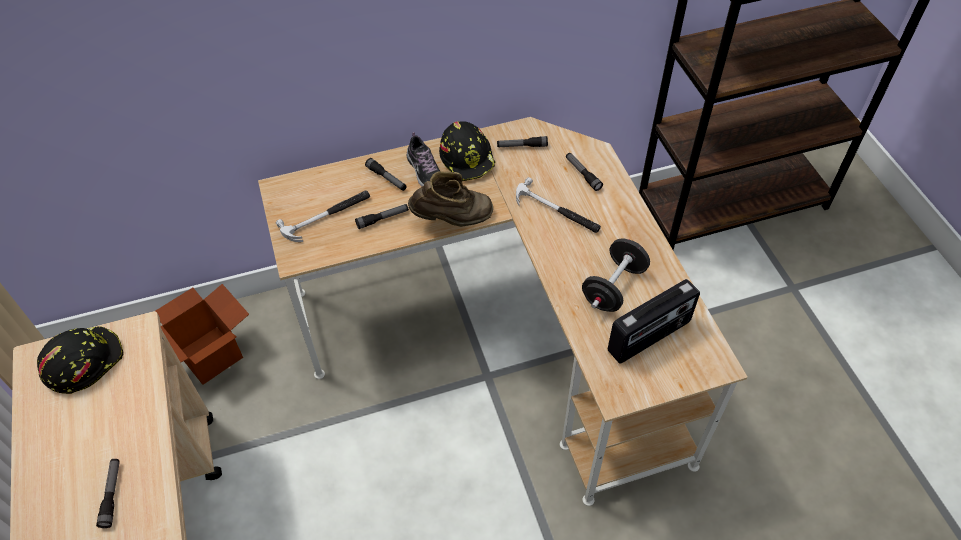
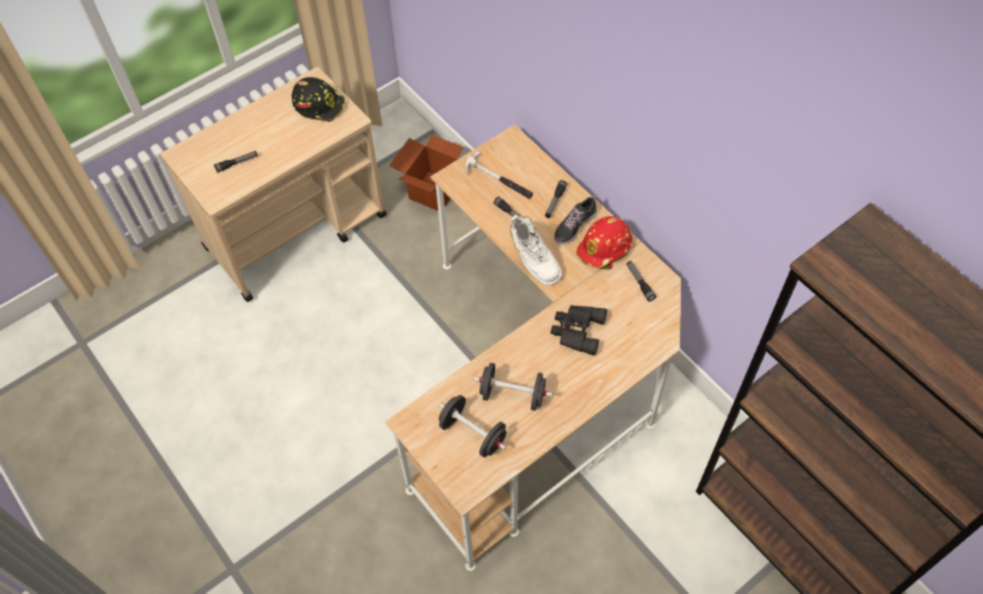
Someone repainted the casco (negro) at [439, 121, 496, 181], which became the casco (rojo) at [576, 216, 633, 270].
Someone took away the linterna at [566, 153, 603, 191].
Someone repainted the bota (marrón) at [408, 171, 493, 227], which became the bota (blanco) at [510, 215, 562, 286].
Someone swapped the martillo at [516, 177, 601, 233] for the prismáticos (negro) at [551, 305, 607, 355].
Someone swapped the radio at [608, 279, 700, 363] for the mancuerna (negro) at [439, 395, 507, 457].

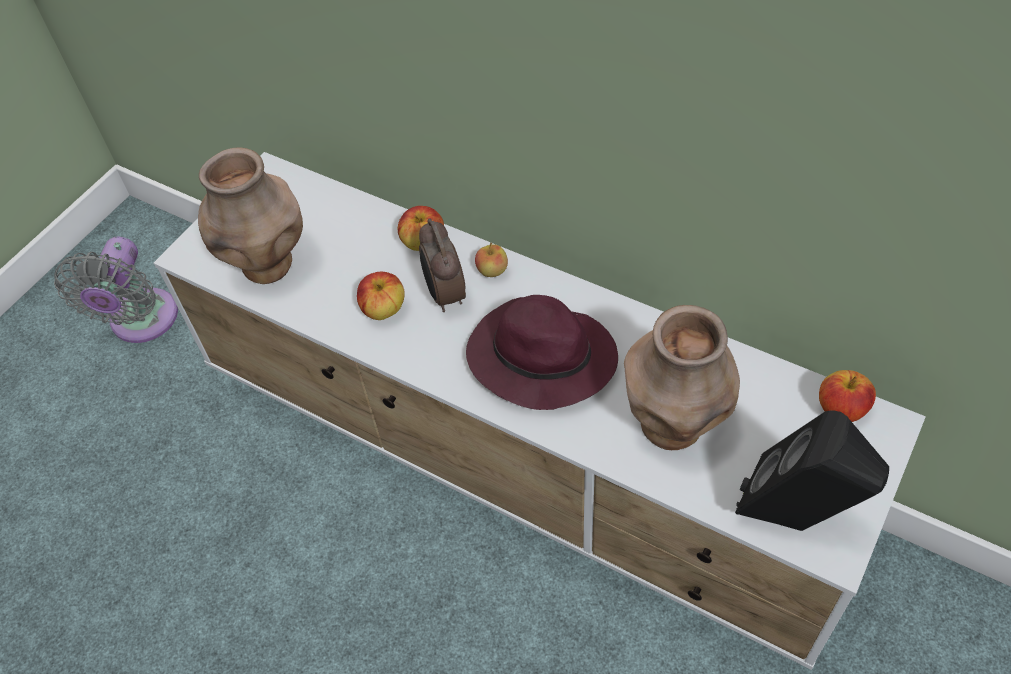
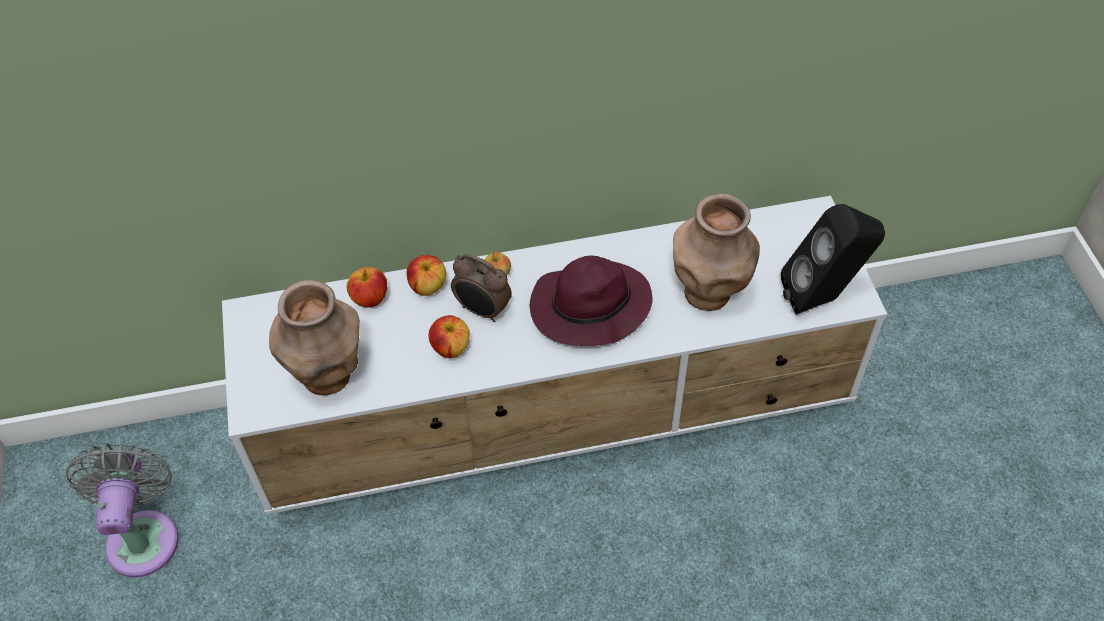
Someone rotated the ventilador (gris) at [54, 237, 178, 343] by 150 degrees counterclockwise.
Someone carried the manzana from [819, 370, 876, 422] to [347, 267, 387, 308].

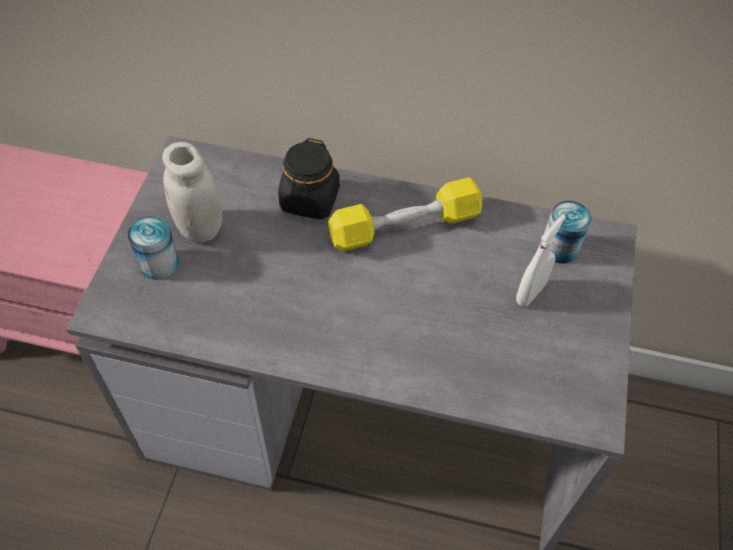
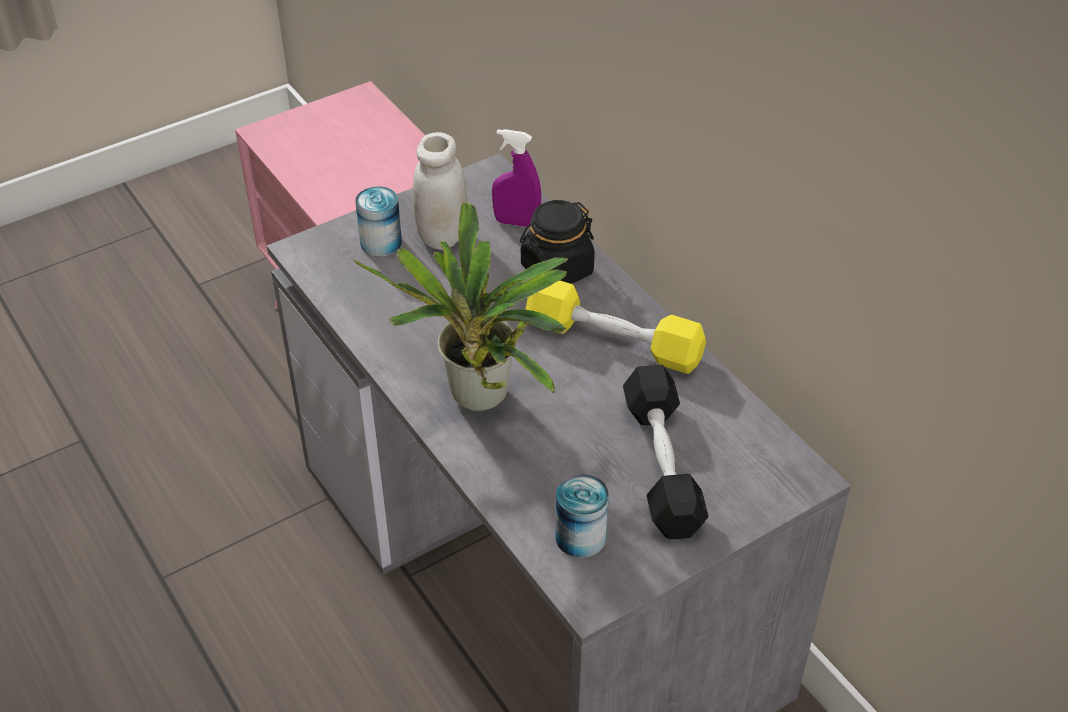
Someone carried the lata from [541, 201, 591, 264] to [555, 474, 609, 558].
Someone swapped the pulverizador (blanco) at [516, 215, 566, 306] for the mancuerna (negro) at [623, 365, 708, 540].
Someone put down the pulverizador (morado) at [492, 129, 541, 227].
Someone put down the planta en maceta at [352, 202, 568, 411].

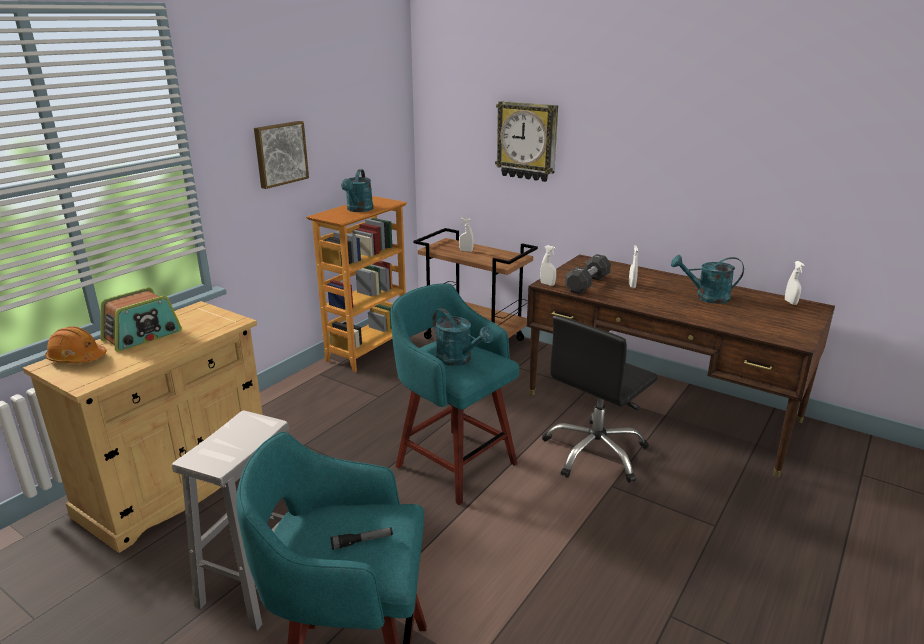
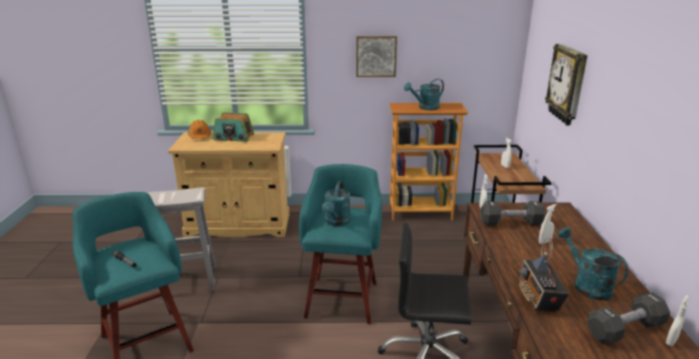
Someone put down the radio at [519, 238, 569, 312].
Someone put down the mancuerna (negro) at [587, 293, 670, 344].

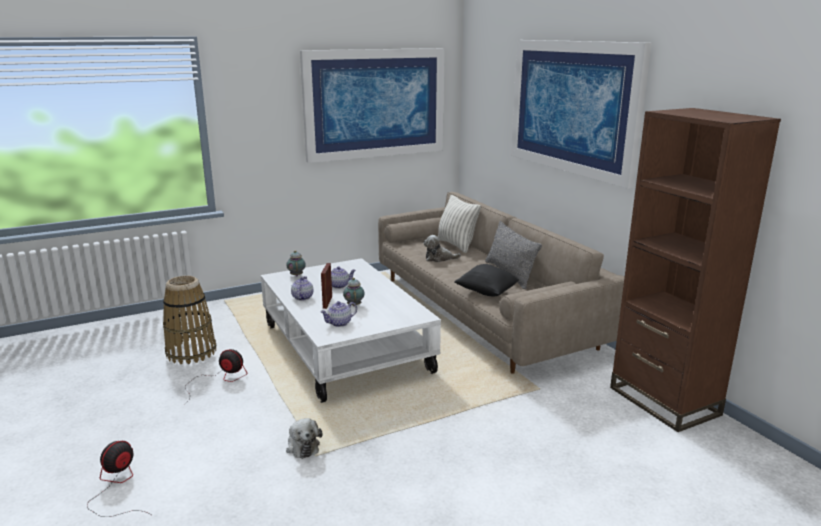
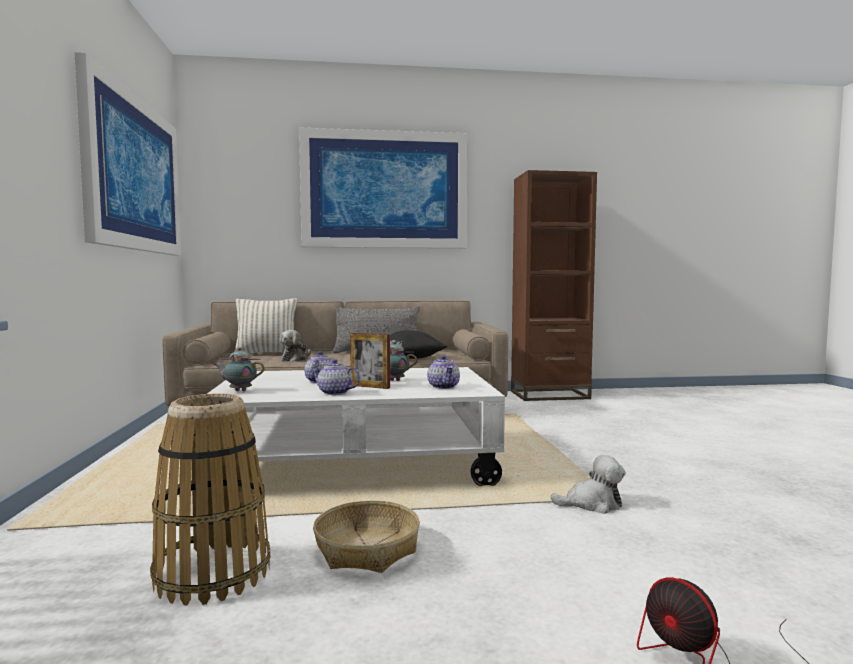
Someone swapped the ventilador at [184, 349, 247, 405] for the cesta at [313, 500, 420, 573].

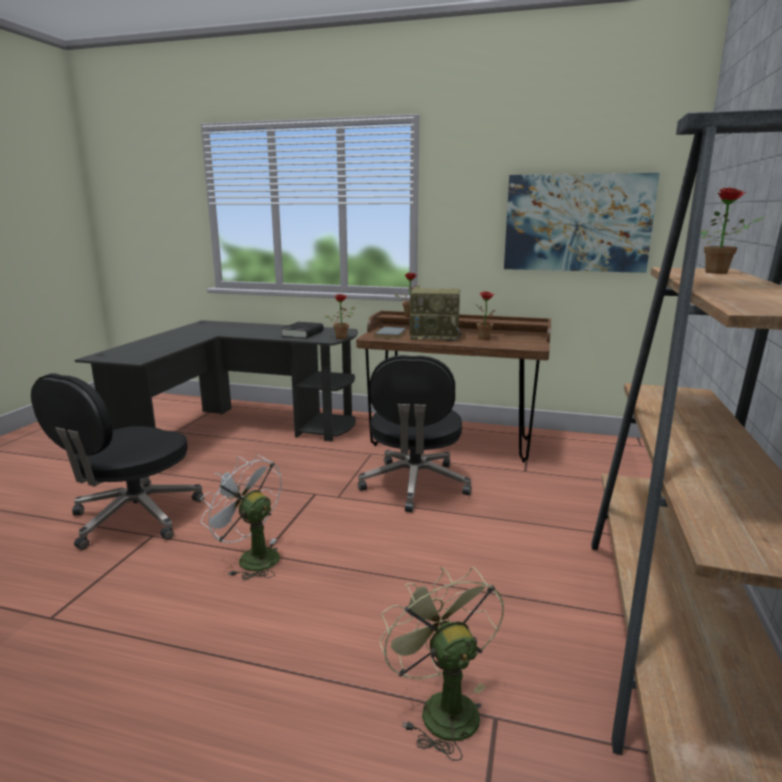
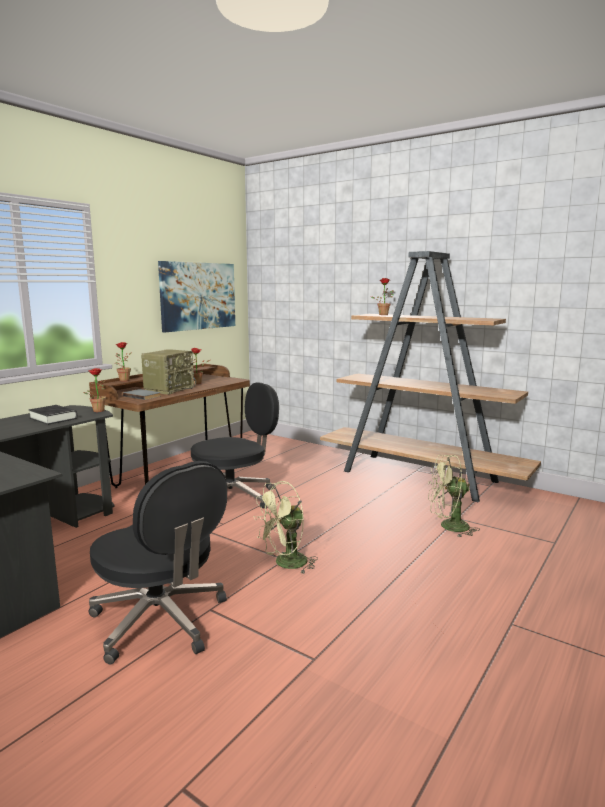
Someone rotated the silla de oficina (negro) at [358, 355, 472, 513] by 60 degrees counterclockwise.
Someone repainted the ventilador (blanco) at [200, 455, 281, 580], which became the ventilador (verde) at [253, 481, 318, 575].

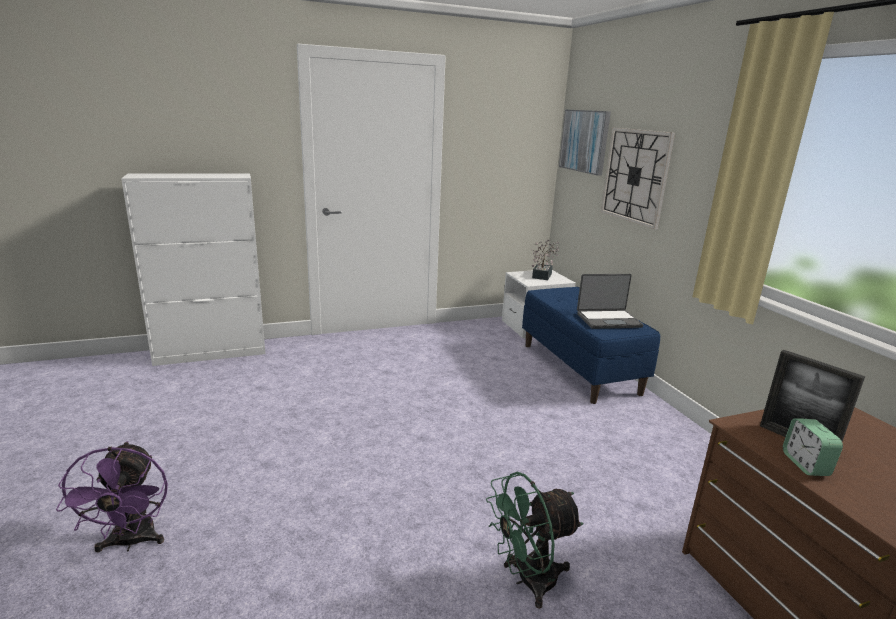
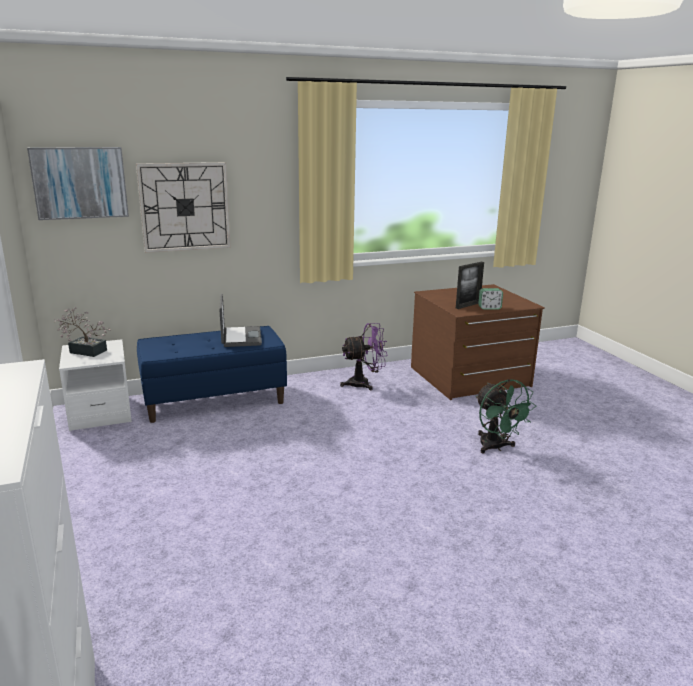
Someone carried the ventilador (morado) from [56, 441, 168, 552] to [340, 323, 388, 390].

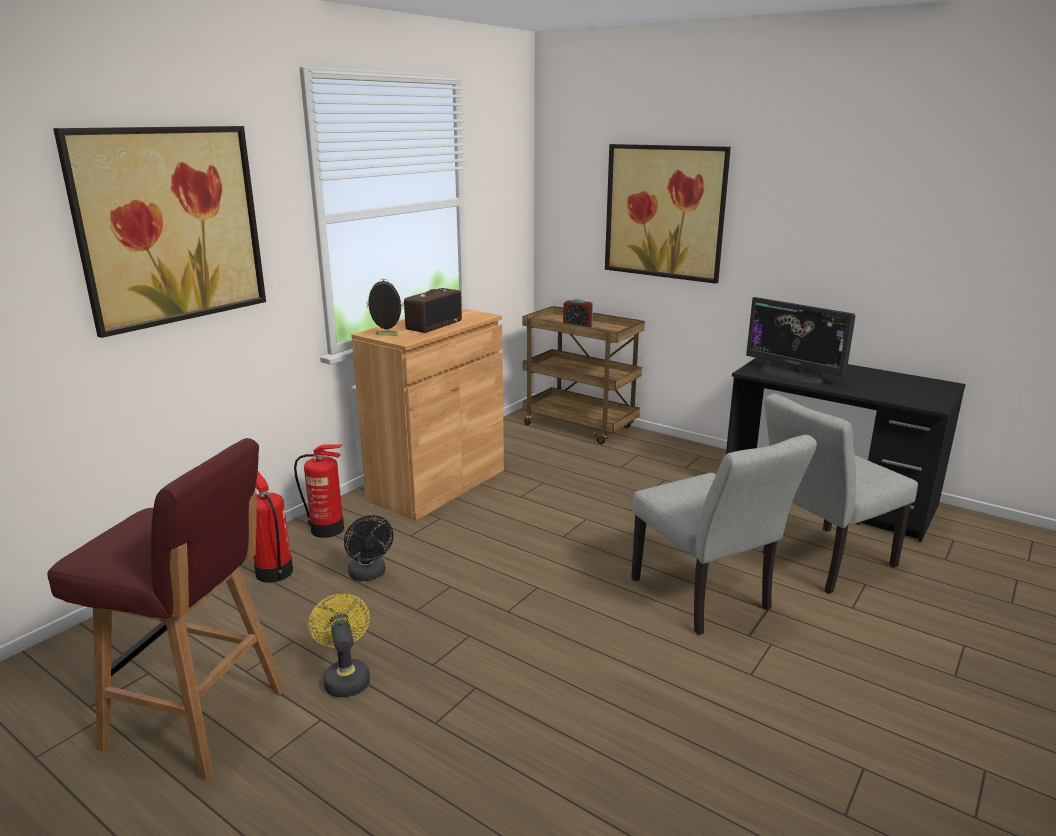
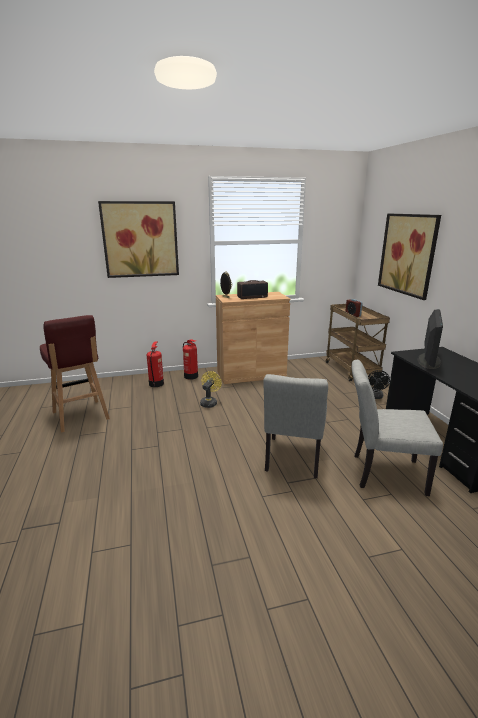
Someone rotated the monitor at [746, 297, 856, 383] by 150 degrees counterclockwise.
Someone carried the ventilador (negro) from [344, 515, 393, 581] to [368, 370, 390, 399].
Someone carried the ventilador (amarillo) from [308, 594, 370, 697] to [200, 371, 222, 408].

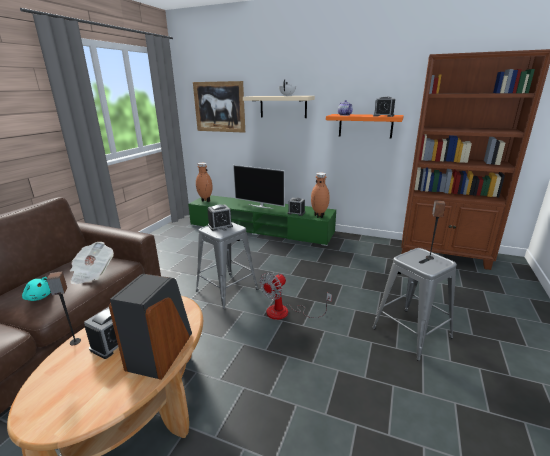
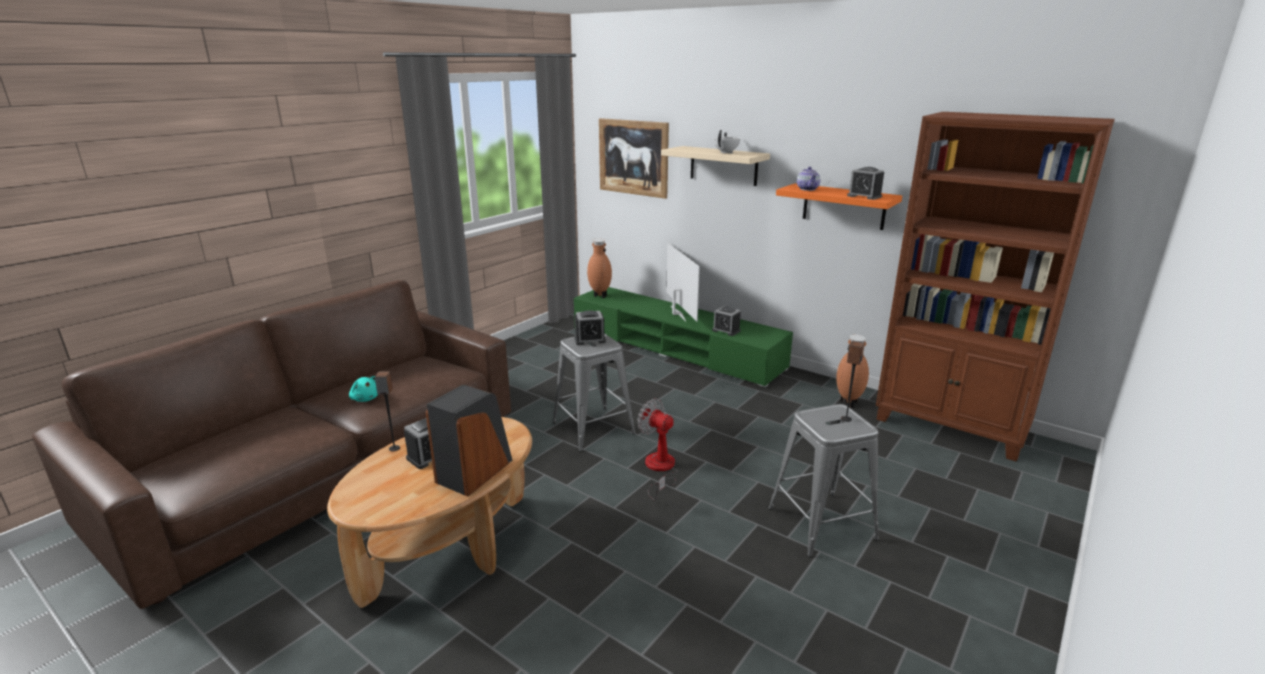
Someone rotated the televisor at [233, 165, 285, 209] by 150 degrees counterclockwise.
Someone carried the florero (marrón) from [311, 172, 330, 218] to [836, 335, 869, 408].
Someone took away the periódico at [70, 242, 114, 284].
Someone rotated the ventilador at [259, 273, 332, 320] by 75 degrees clockwise.

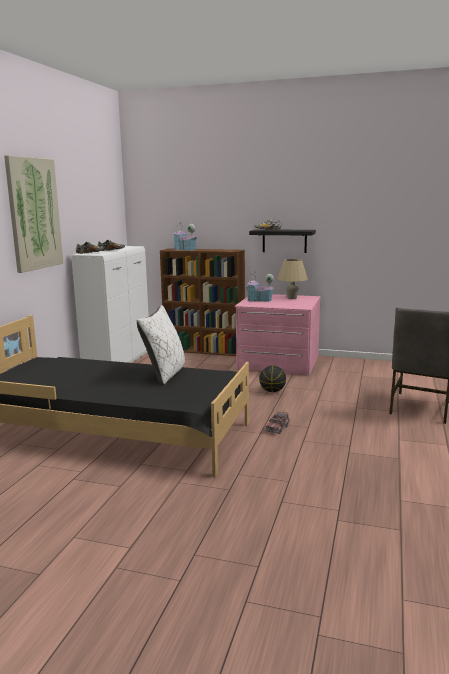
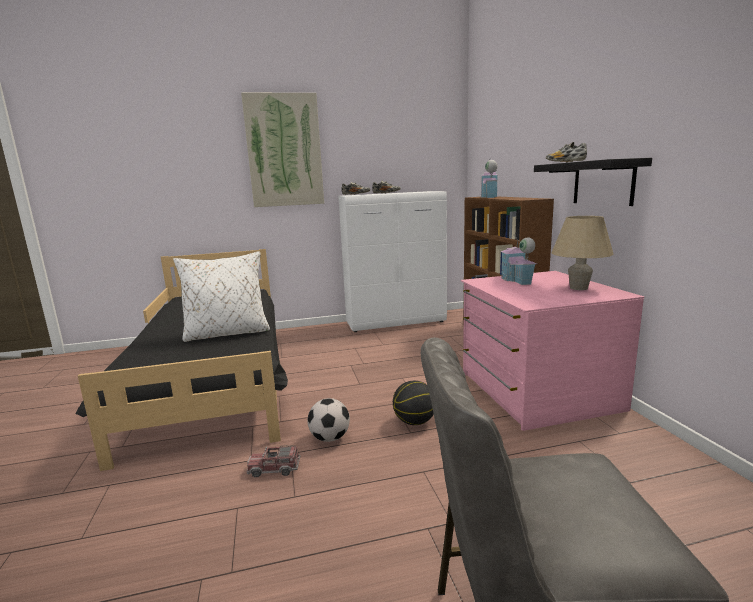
Someone put down the balón de fútbol at [307, 398, 350, 442].

